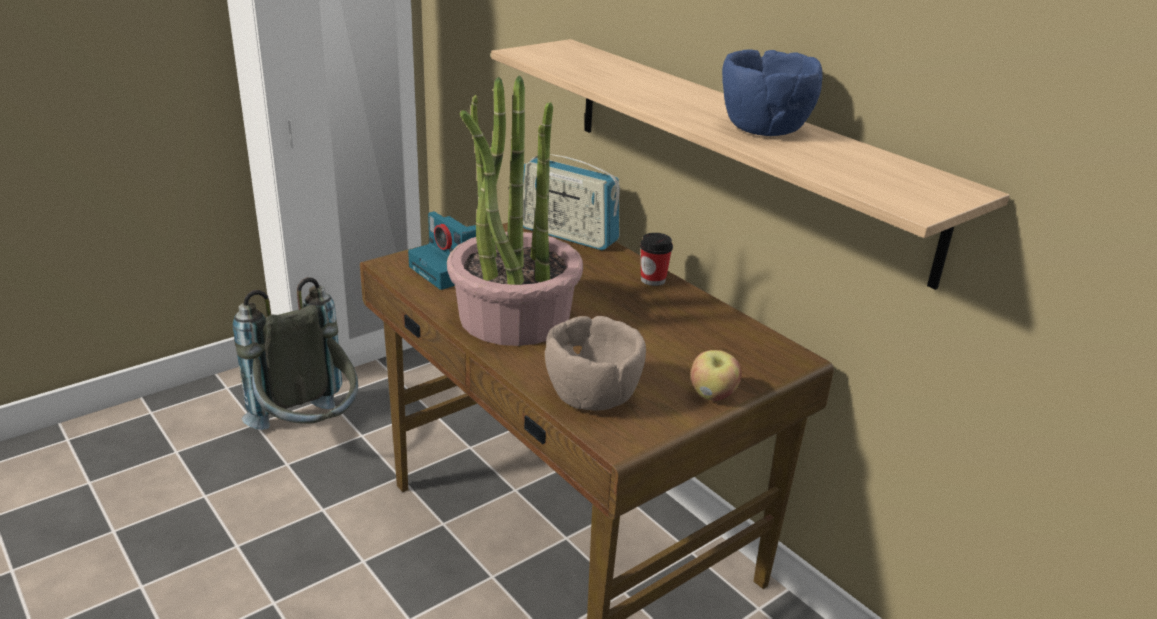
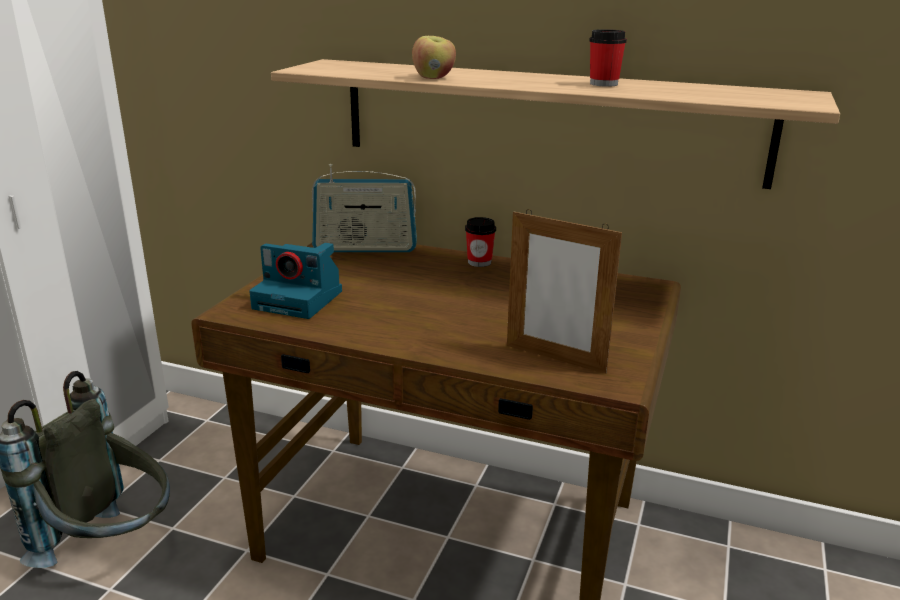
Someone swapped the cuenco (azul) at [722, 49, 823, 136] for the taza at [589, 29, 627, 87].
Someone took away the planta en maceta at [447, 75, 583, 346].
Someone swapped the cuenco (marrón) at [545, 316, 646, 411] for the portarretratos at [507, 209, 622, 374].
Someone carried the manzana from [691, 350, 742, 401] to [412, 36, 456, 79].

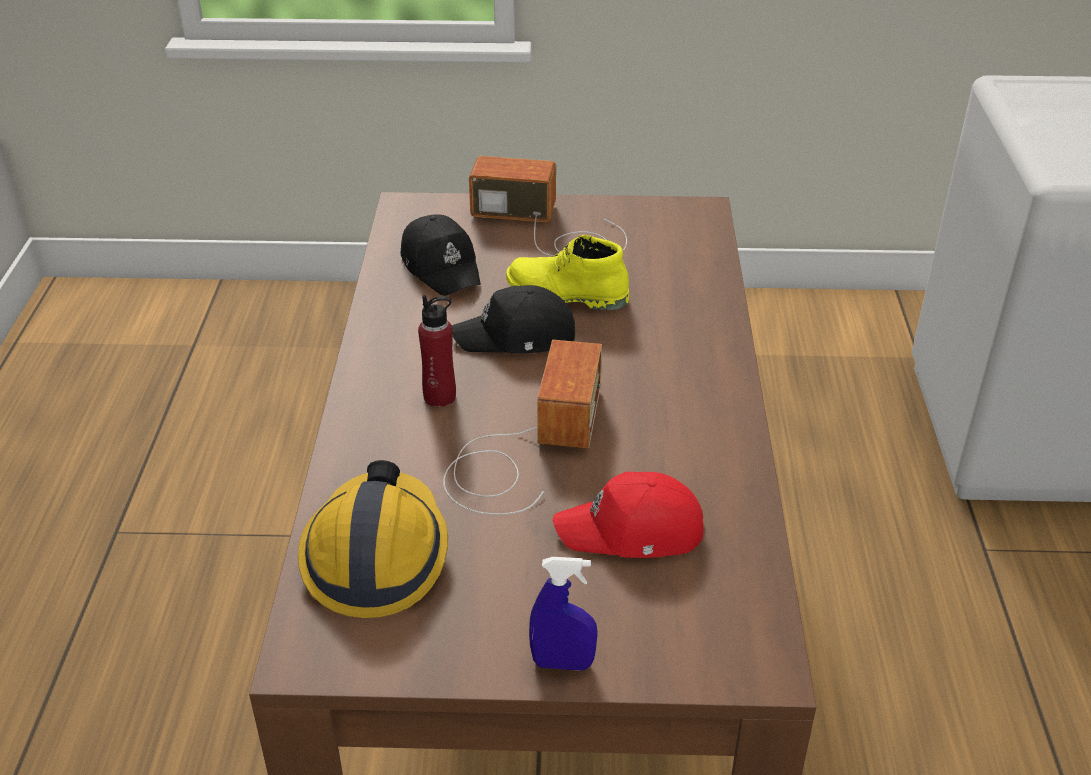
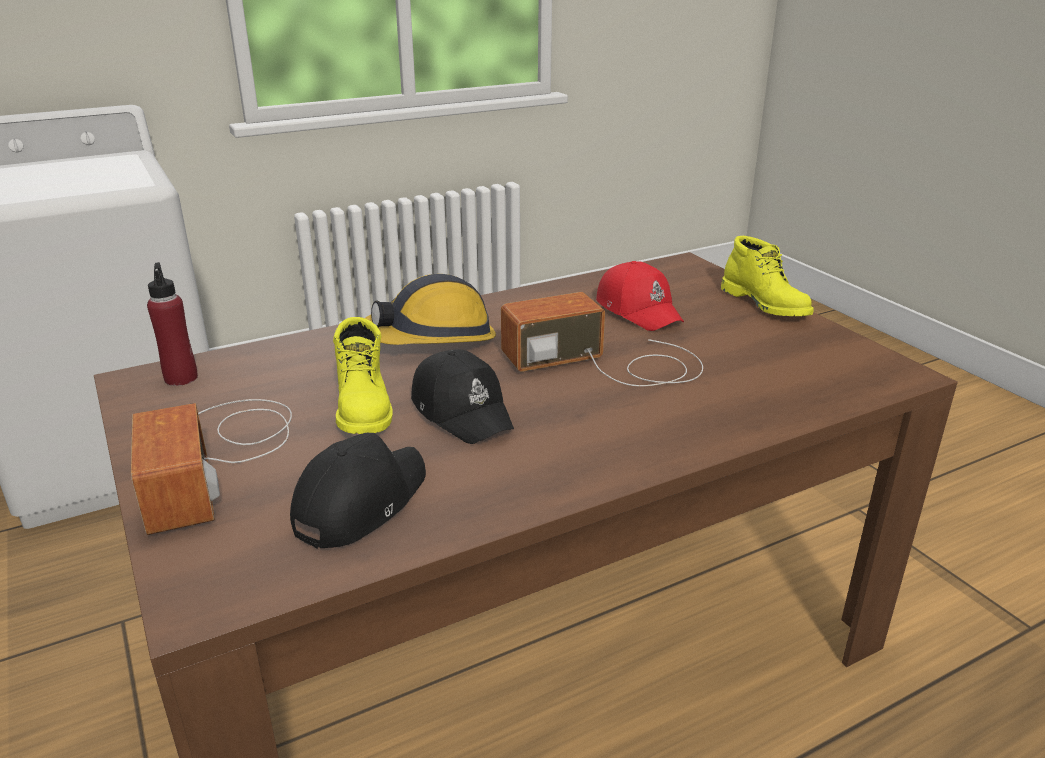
Someone carried the botella (rojo) from [418, 295, 456, 407] to [147, 262, 198, 386].
Someone carried the casco from [298, 460, 448, 618] to [365, 274, 496, 345].
Someone swapped the pulverizador (azul) at [529, 557, 598, 671] for the bota (amarillo) at [721, 236, 814, 316].

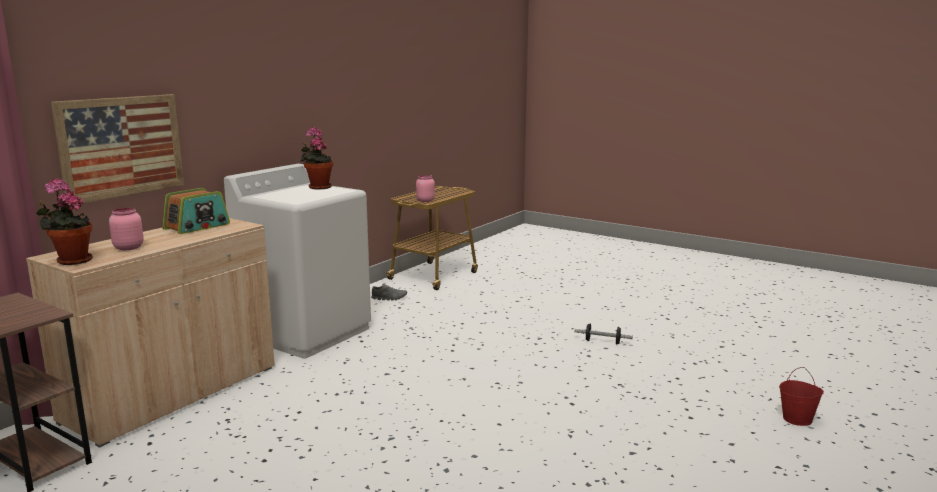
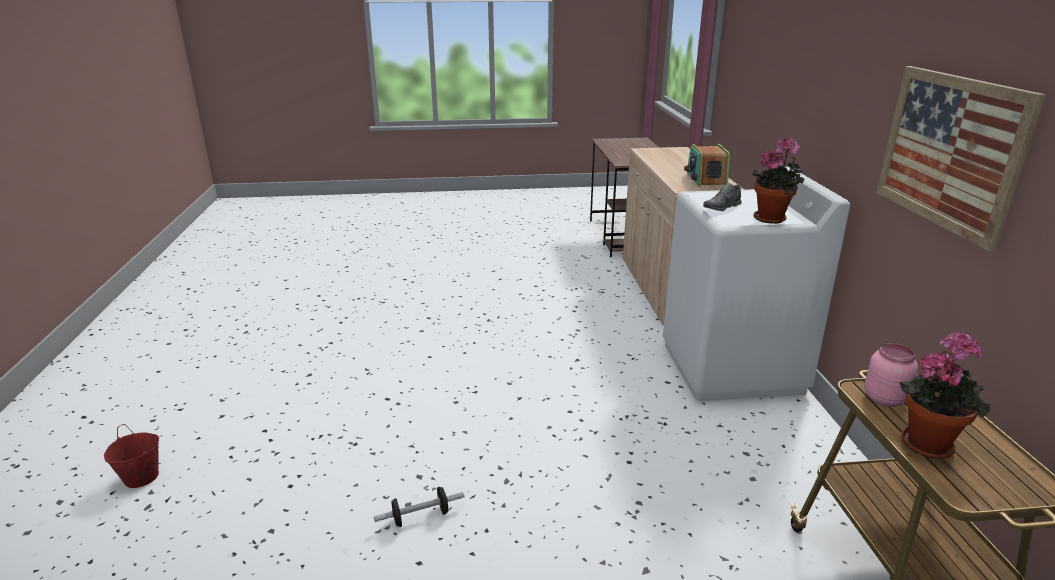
Someone carried the cuadro from [51, 94, 184, 204] to [876, 66, 1046, 252].
Someone carried the planta en maceta from [36, 178, 93, 265] to [900, 331, 990, 459].
Someone took away the tarro (rosa) at [109, 207, 144, 250].
Someone carried the zapato (gris) from [371, 283, 407, 301] to [703, 183, 742, 211].

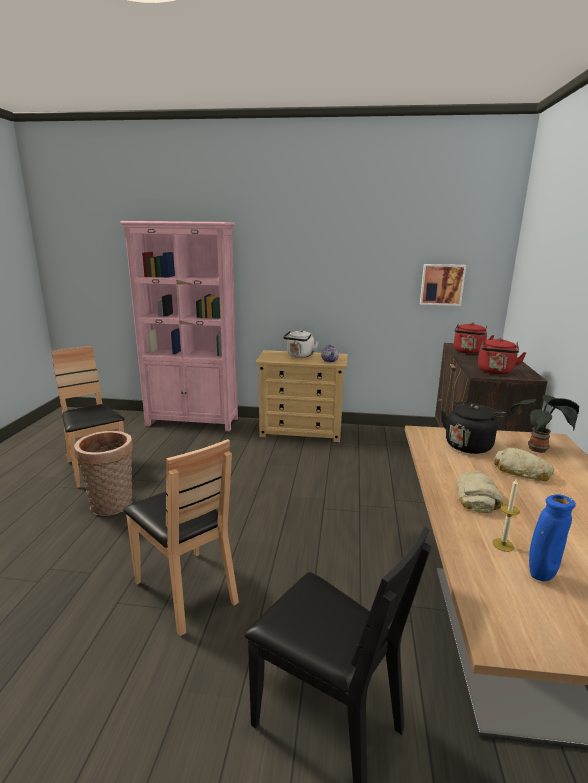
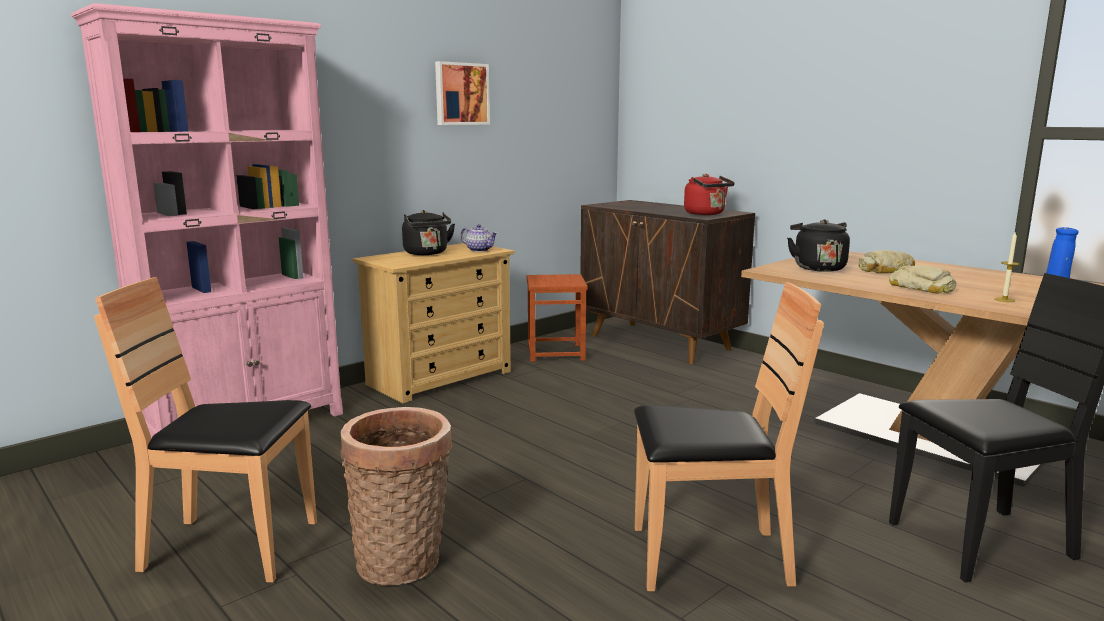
Someone carried the cuadro from [420, 264, 466, 306] to [435, 61, 490, 125].
Someone took away the hervidor (rojo) at [454, 322, 495, 354].
Someone repainted the hervidor (blanco) at [283, 330, 319, 358], which became the hervidor (negro) at [402, 210, 455, 255].
Someone took away the planta en maceta at [511, 395, 579, 453].
Someone put down the taburete (marrón) at [527, 274, 588, 362].

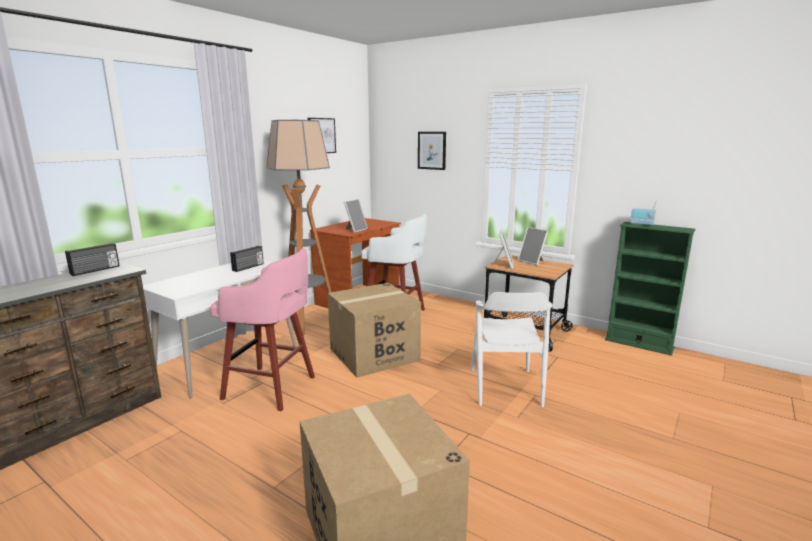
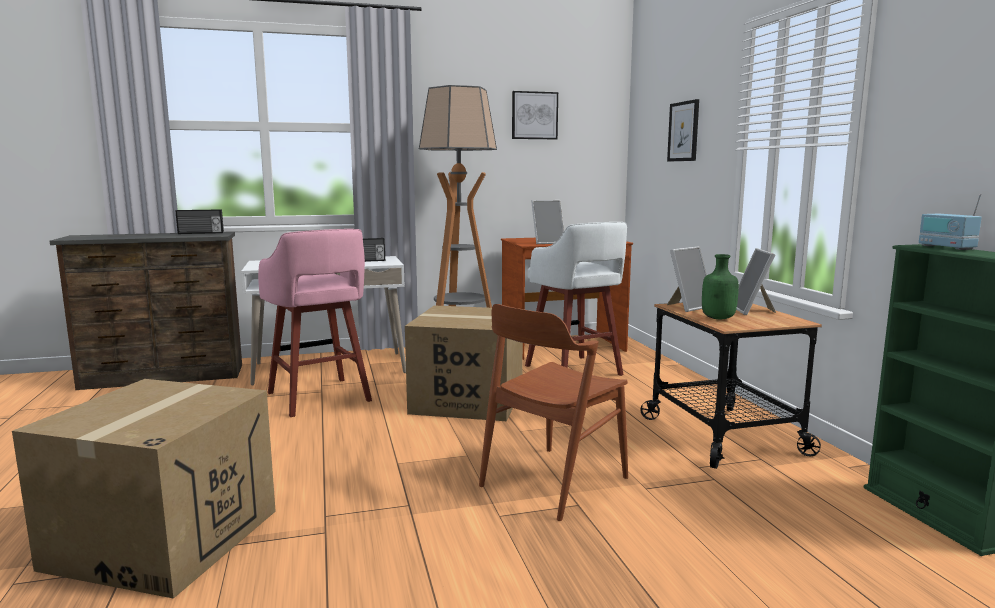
Someone repainted the silla (blanco) at [471, 292, 552, 407], which became the silla (marrón) at [479, 304, 628, 521].
Someone put down the botella (verde) at [702, 254, 739, 319].

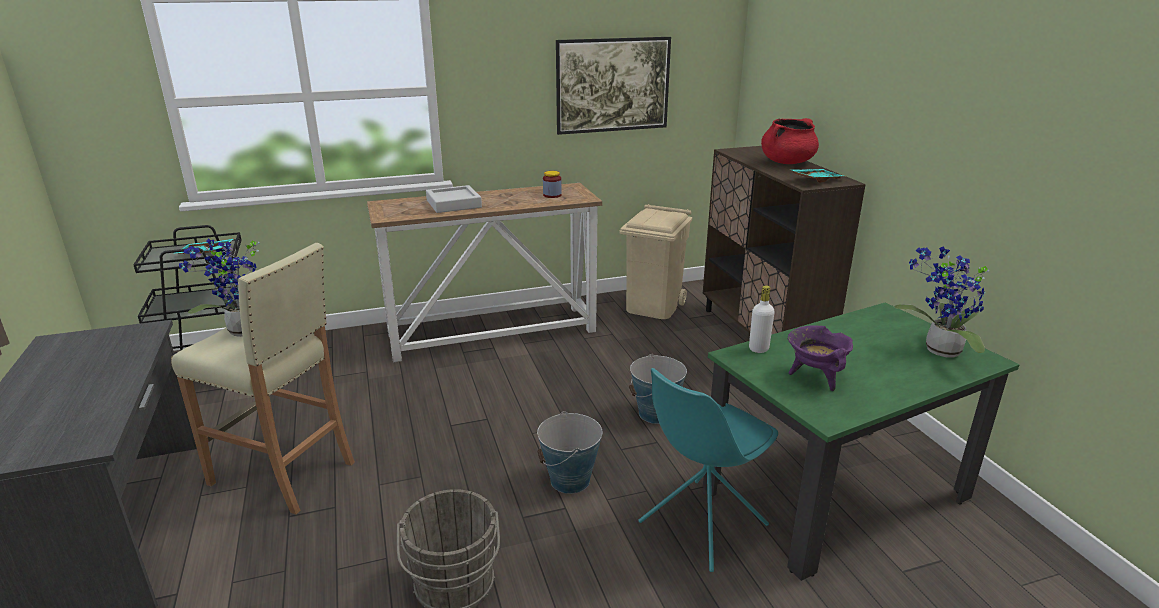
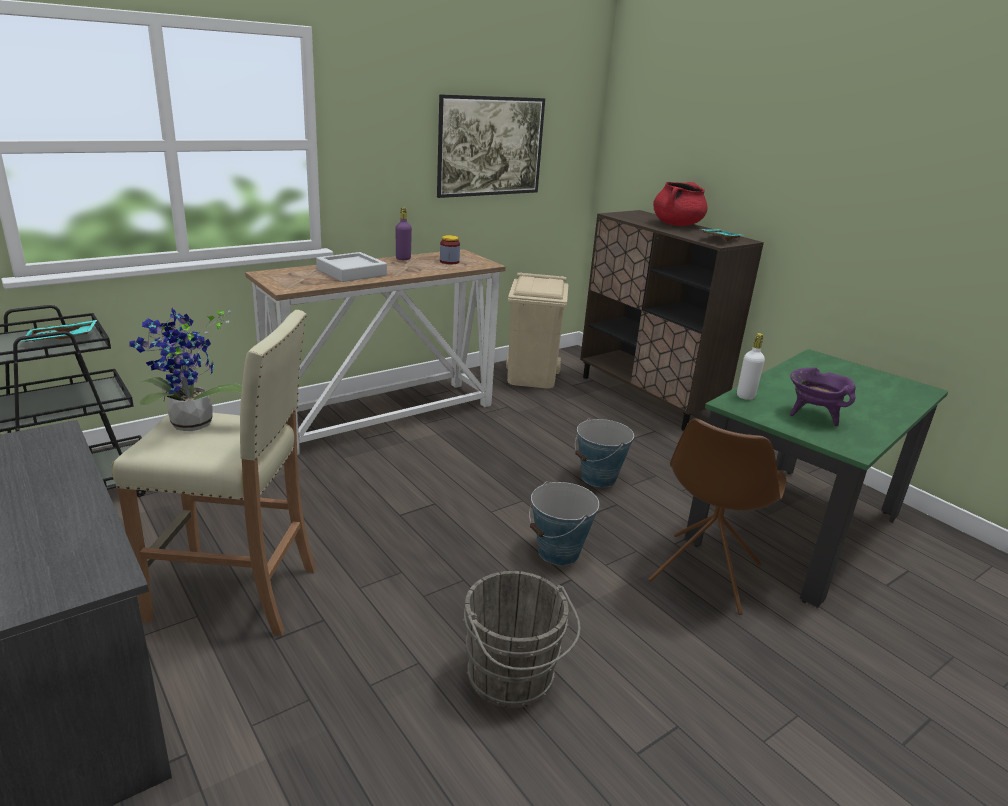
Someone took away the planta en maceta at [894, 246, 989, 358].
Someone repainted the silla (turquesa) at [638, 368, 778, 572], which became the silla (marrón) at [648, 418, 786, 615].
Someone put down the botella (morado) at [395, 208, 412, 260].

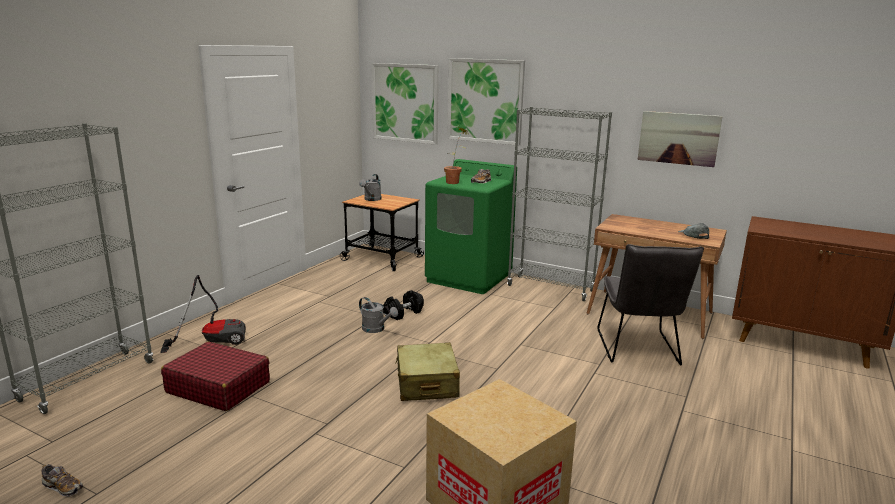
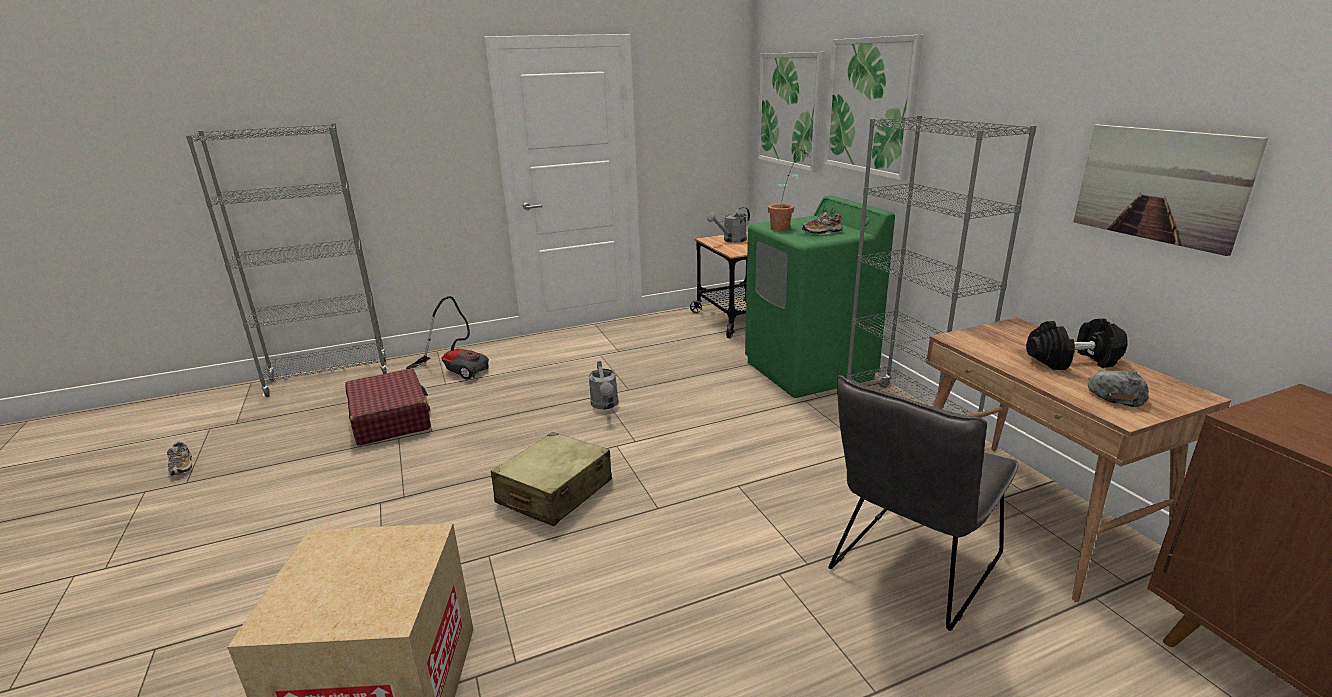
Someone carried the mancuerna (negro) from [383, 290, 424, 320] to [1026, 318, 1128, 370].

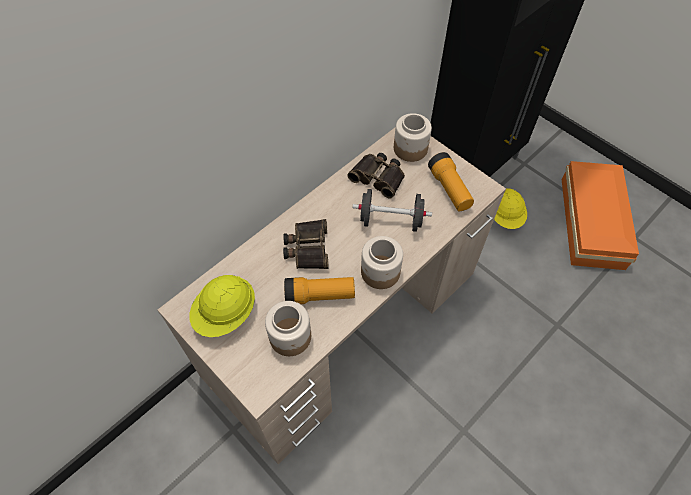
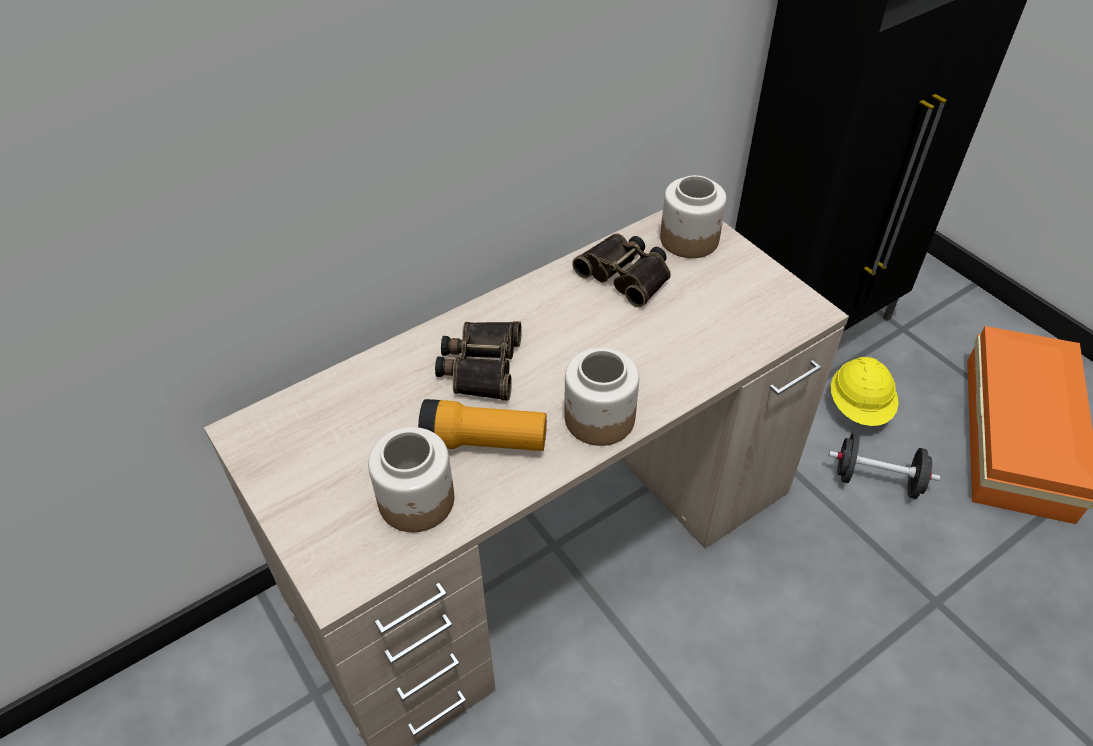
Someone took away the linterna at [428, 152, 474, 212].
Someone carried the mancuerna (negro) from [352, 189, 432, 232] to [829, 433, 940, 499].
Someone took away the casco (amarillo) at [189, 275, 255, 337].

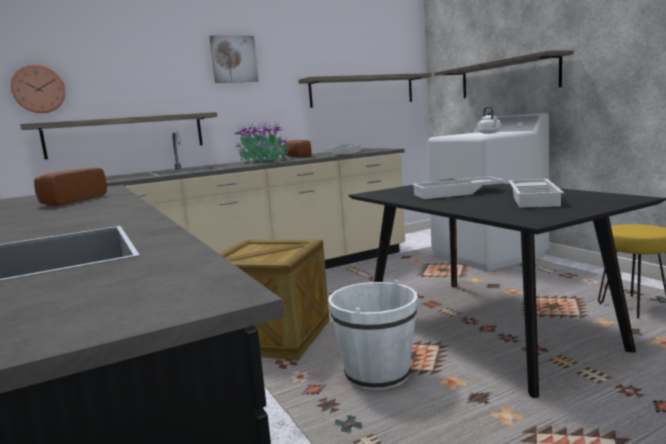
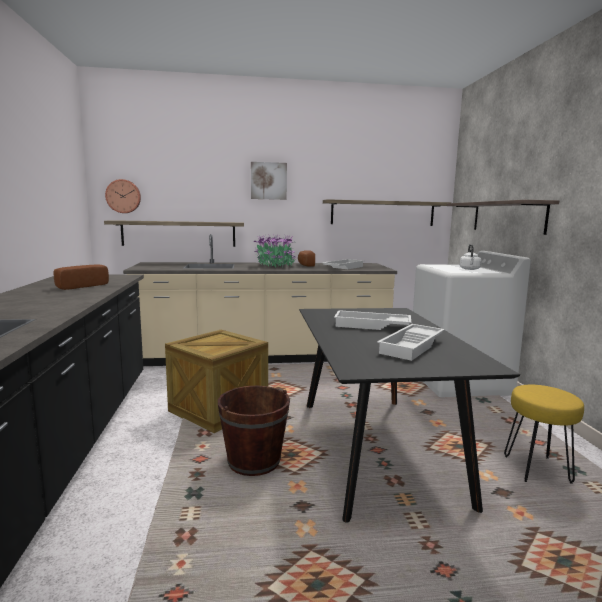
Someone repainted the cubo (blanco) at [328, 280, 418, 390], which became the cubo (marrón) at [218, 385, 290, 476].

